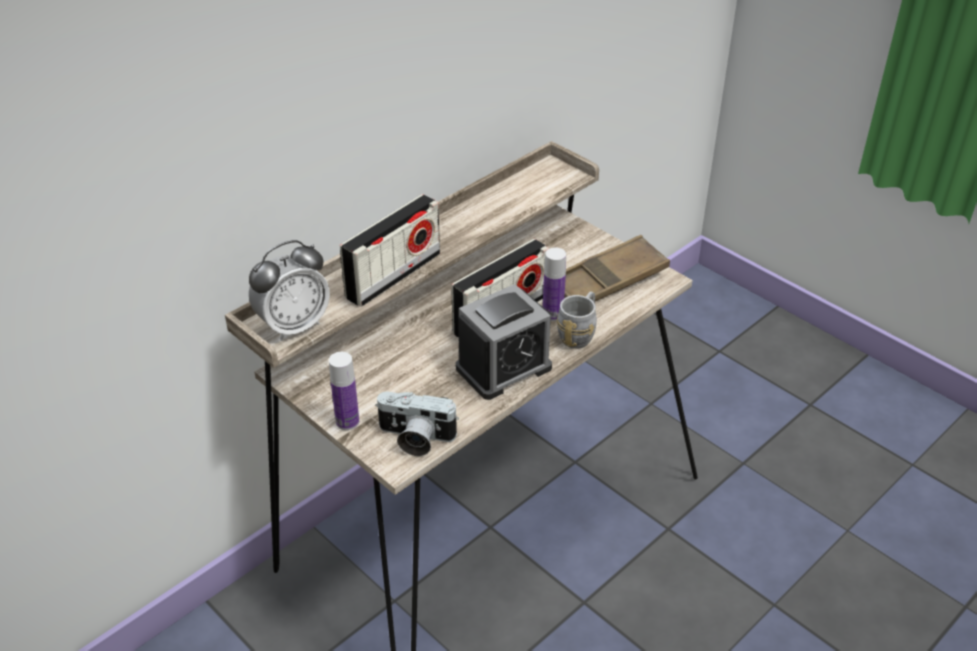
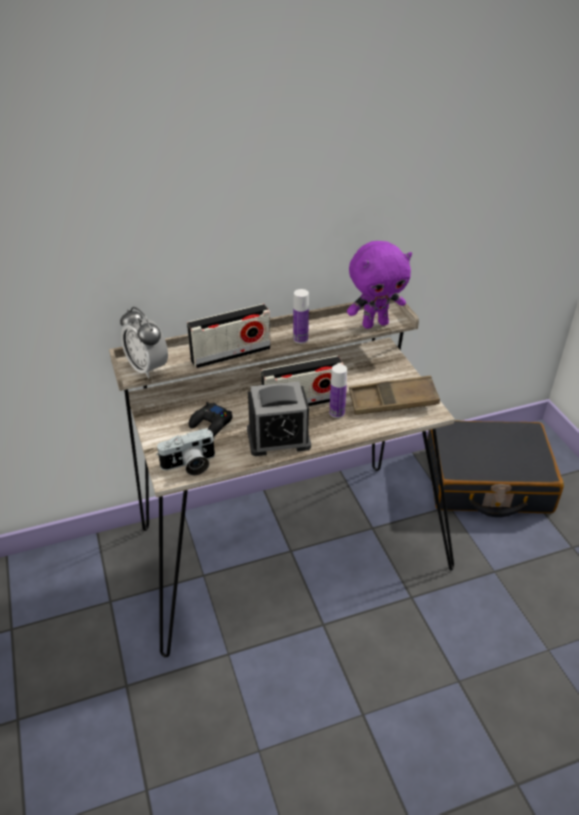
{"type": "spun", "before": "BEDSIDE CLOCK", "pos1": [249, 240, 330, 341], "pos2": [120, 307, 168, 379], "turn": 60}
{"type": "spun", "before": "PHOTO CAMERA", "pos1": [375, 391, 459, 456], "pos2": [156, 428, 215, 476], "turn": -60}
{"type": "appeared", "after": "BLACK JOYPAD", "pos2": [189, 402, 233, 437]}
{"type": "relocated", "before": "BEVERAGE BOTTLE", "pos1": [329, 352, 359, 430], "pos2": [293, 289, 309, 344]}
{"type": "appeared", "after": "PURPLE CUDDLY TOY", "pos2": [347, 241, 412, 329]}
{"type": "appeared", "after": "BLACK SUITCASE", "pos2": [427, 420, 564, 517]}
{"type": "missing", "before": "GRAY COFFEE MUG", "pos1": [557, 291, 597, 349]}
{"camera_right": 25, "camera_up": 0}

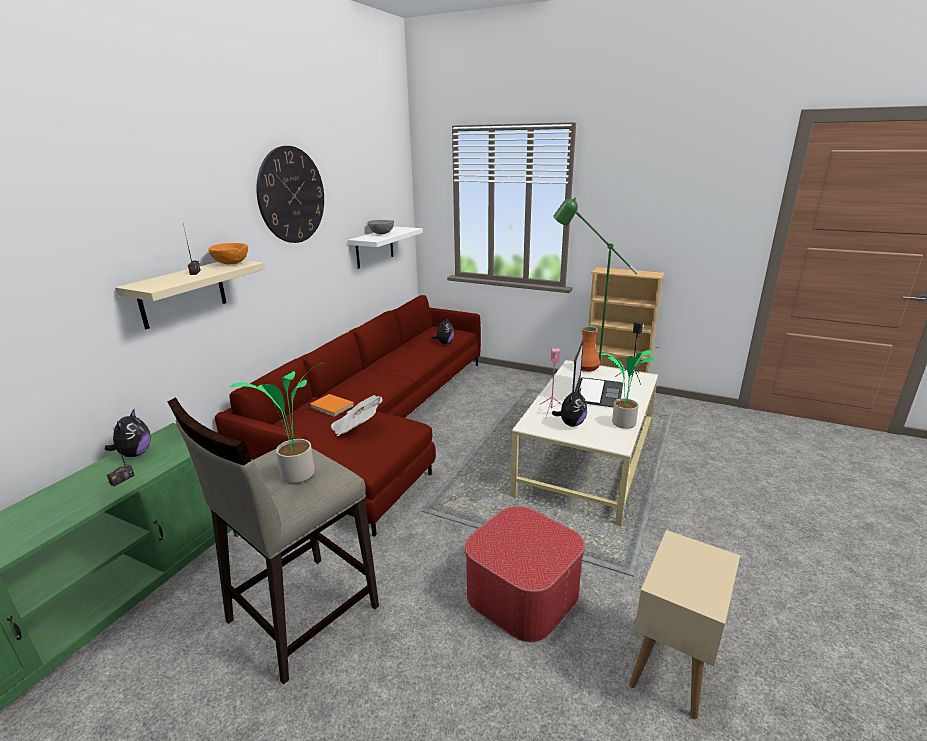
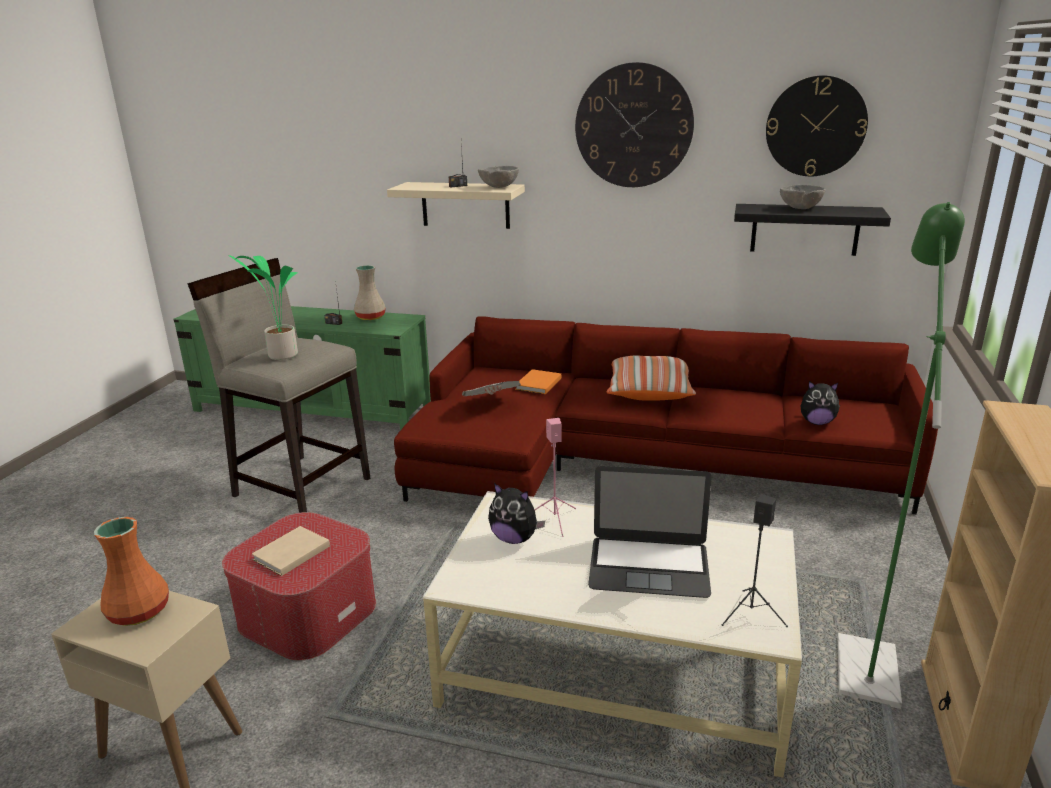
{"type": "relocated", "before": "ORANGE DECORATIVE VASE", "pos1": [574, 326, 600, 372], "pos2": [94, 517, 169, 626]}
{"type": "appeared", "after": "SAND-COLOURED VOLUME", "pos2": [252, 526, 330, 576]}
{"type": "exchanged", "before": "CUDDLY TOY", "after": "SAND-COLOURED DECORATIVE VASE", "pos1": [105, 409, 151, 457], "pos2": [354, 265, 386, 320]}
{"type": "colour", "before": "ORANGE SERVING BOWL", "after": "GRAY SERVING BOWL", "pos1": [208, 243, 248, 264], "pos2": [478, 166, 519, 188]}
{"type": "appeared", "after": "PILLOW", "pos2": [606, 356, 696, 401]}
{"type": "colour", "before": "WHITE-COLOURED WALL SHELF", "after": "BLACK WALL SHELF", "pos1": [348, 227, 423, 269], "pos2": [734, 204, 891, 256]}
{"type": "appeared", "after": "HANGING CLOCK", "pos2": [766, 75, 868, 176]}
{"type": "missing", "before": "HOUSEPLANT", "pos1": [601, 347, 659, 429]}
{"camera_right": 80, "camera_up": 0}

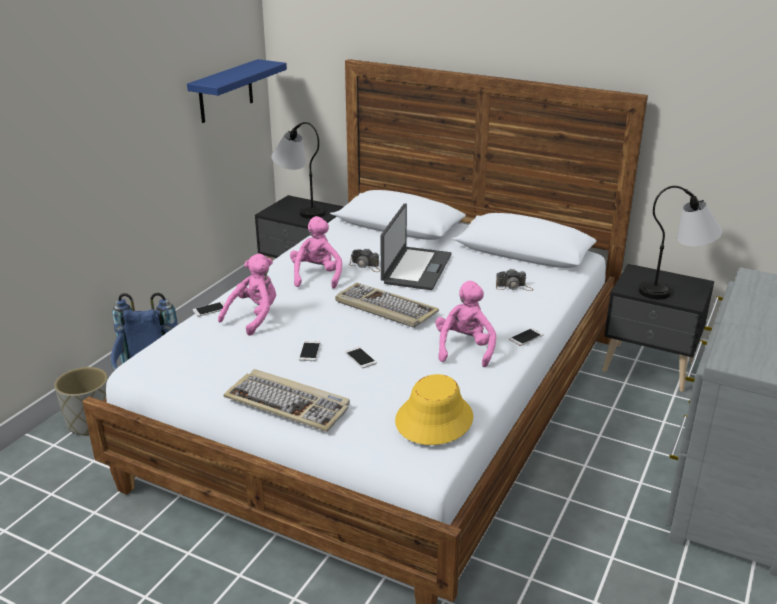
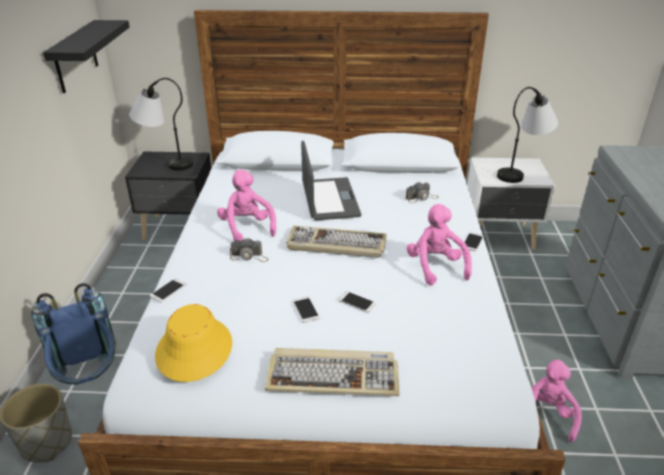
{"type": "colour", "before": "BLUE WALL SHELF", "after": "BLACK WALL SHELF", "pos1": [187, 59, 287, 123], "pos2": [43, 20, 130, 93]}
{"type": "relocated", "before": "YELLOW-COLOURED HAT", "pos1": [395, 374, 473, 445], "pos2": [155, 304, 232, 382]}
{"type": "relocated", "before": "PHOTO CAMERA", "pos1": [349, 248, 380, 272], "pos2": [230, 238, 268, 262]}
{"type": "colour", "before": "BLACK BEDSIDE TABLE", "after": "WHITE-COLOURED BEDSIDE TABLE", "pos1": [602, 264, 714, 392], "pos2": [467, 158, 555, 250]}
{"type": "relocated", "before": "PINK-COLOURED CUDDLY TOY", "pos1": [218, 253, 276, 336], "pos2": [532, 359, 582, 442]}
{"camera_right": -25, "camera_up": 5}

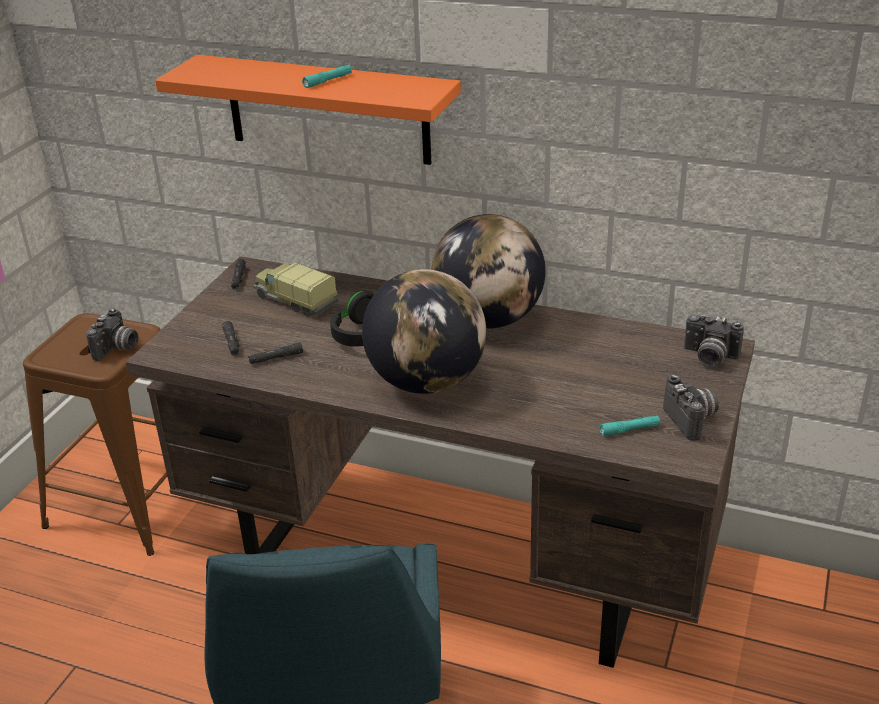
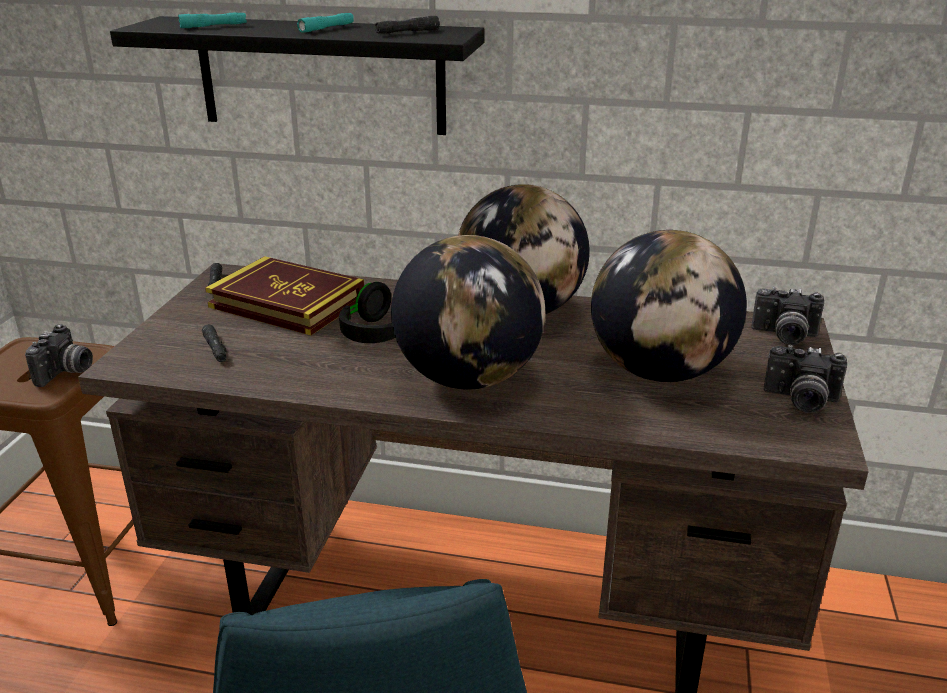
{"type": "colour", "before": "ORANGE WALL SHELF", "after": "BLACK WALL SHELF", "pos1": [155, 55, 461, 165], "pos2": [110, 16, 485, 135]}
{"type": "relocated", "before": "TURQUOISE TORCH", "pos1": [600, 416, 660, 436], "pos2": [178, 13, 247, 28]}
{"type": "exchanged", "before": "TOY TRUCK", "after": "VOLUME", "pos1": [254, 263, 338, 317], "pos2": [205, 256, 364, 335]}
{"type": "relocated", "before": "BLACK TORCH", "pos1": [248, 342, 303, 364], "pos2": [375, 16, 440, 33]}
{"type": "appeared", "after": "GLOBE", "pos2": [591, 230, 747, 382]}
{"type": "spun", "before": "PHOTO CAMERA", "pos1": [663, 374, 719, 441], "pos2": [764, 345, 847, 413], "turn": 135}
{"camera_right": -10, "camera_up": -5}

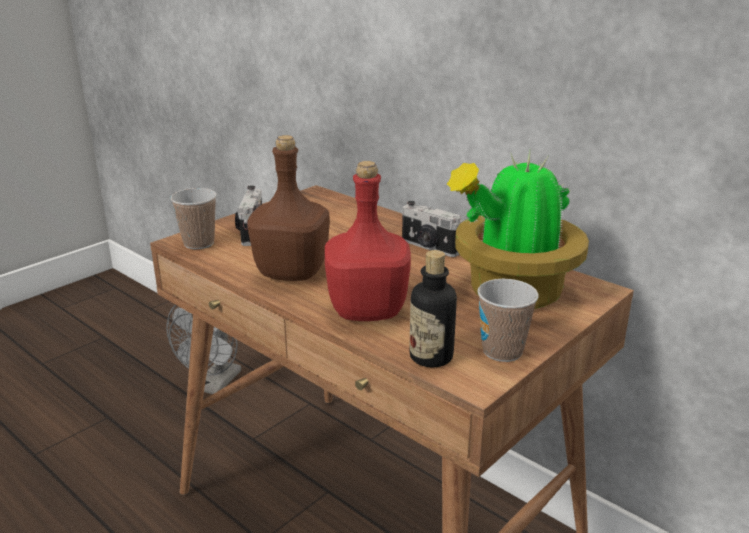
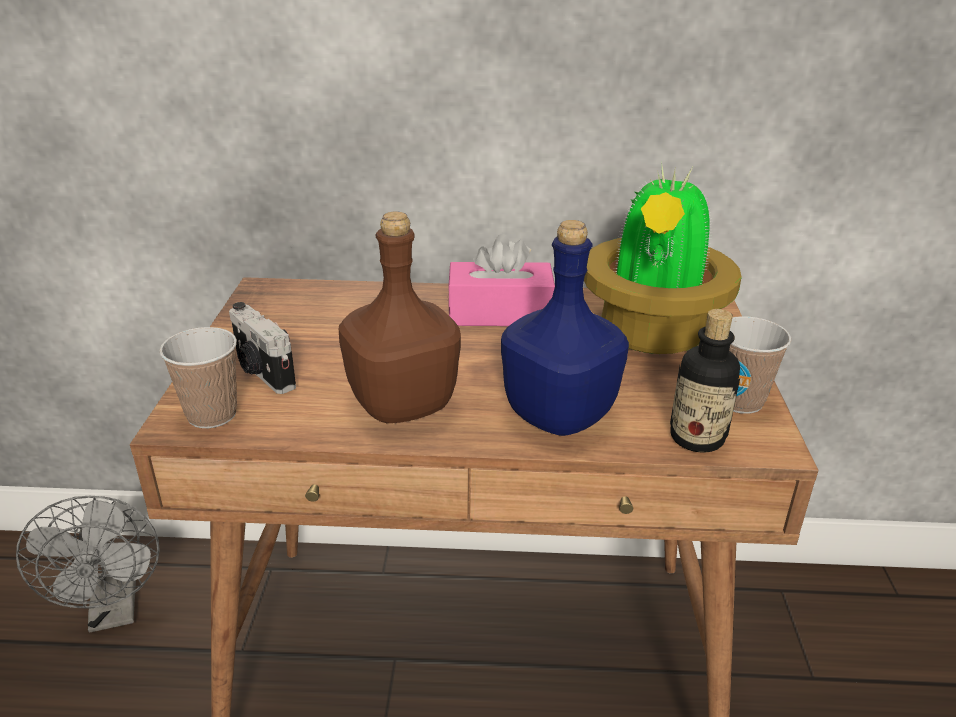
{"type": "exchanged", "before": "PHOTO CAMERA", "after": "PINK-COLOURED TISSUE BOX", "pos1": [402, 201, 462, 257], "pos2": [448, 234, 555, 326]}
{"type": "colour", "before": "REDDISH BEVERAGE BOTTLE", "after": "BLUE BEVERAGE BOTTLE", "pos1": [325, 161, 411, 321], "pos2": [501, 220, 629, 436]}
{"camera_right": -40, "camera_up": 5}

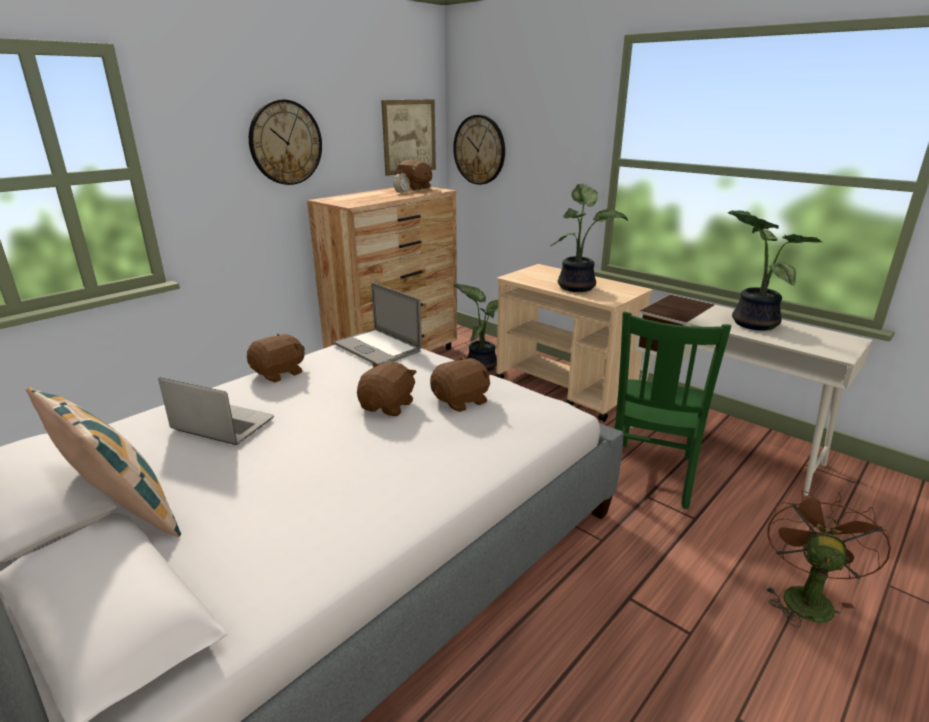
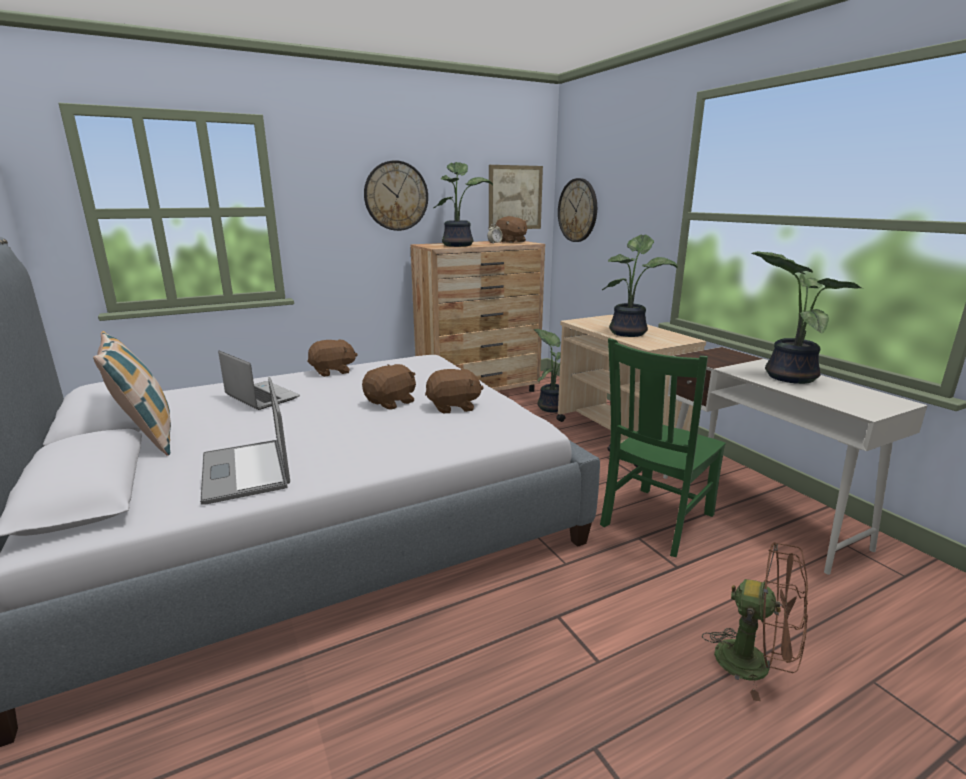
{"type": "relocated", "before": "NOTEBOOK COMPUTER", "pos1": [333, 282, 422, 364], "pos2": [200, 377, 290, 505]}
{"type": "appeared", "after": "HOUSEPLANT", "pos2": [434, 162, 493, 247]}
{"type": "spun", "before": "BROWN-COLOURED FAN", "pos1": [765, 491, 891, 627], "pos2": [702, 542, 808, 701], "turn": 75}
{"camera_right": 20, "camera_up": -5}

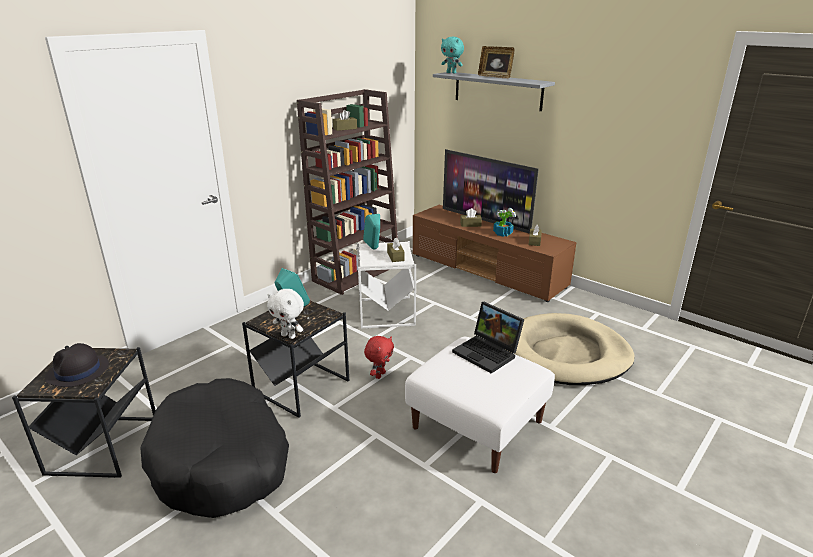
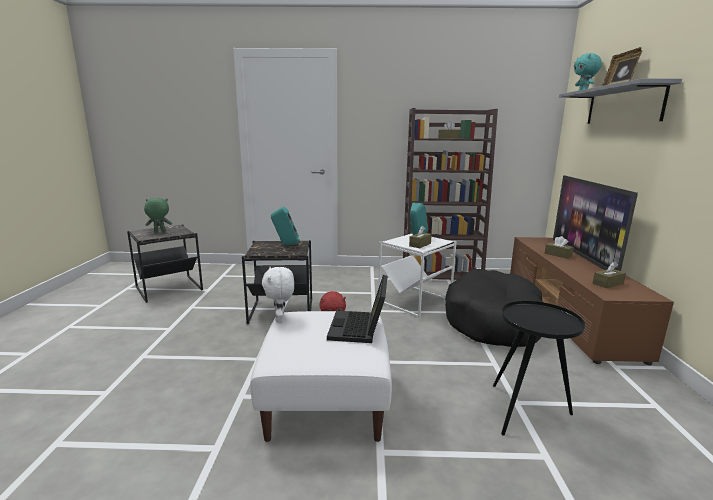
{"type": "exchanged", "before": "BLACK HAT", "after": "GREENISH CUDDLY TOY", "pos1": [45, 343, 109, 387], "pos2": [144, 197, 172, 232]}
{"type": "relocated", "before": "WHITE-COLOURED CUDDLY TOY", "pos1": [267, 289, 304, 339], "pos2": [262, 267, 294, 322]}
{"type": "relocated", "before": "BLACK DOG CUSHION", "pos1": [140, 378, 289, 518], "pos2": [445, 269, 543, 347]}
{"type": "exchanged", "before": "SAND-COLOURED DOG CUSHION", "after": "BLACK SIDE TABLE", "pos1": [504, 313, 634, 385], "pos2": [493, 301, 585, 436]}
{"type": "missing", "before": "HOUSEPLANT", "pos1": [493, 208, 516, 237]}
{"camera_right": 50, "camera_up": -10}

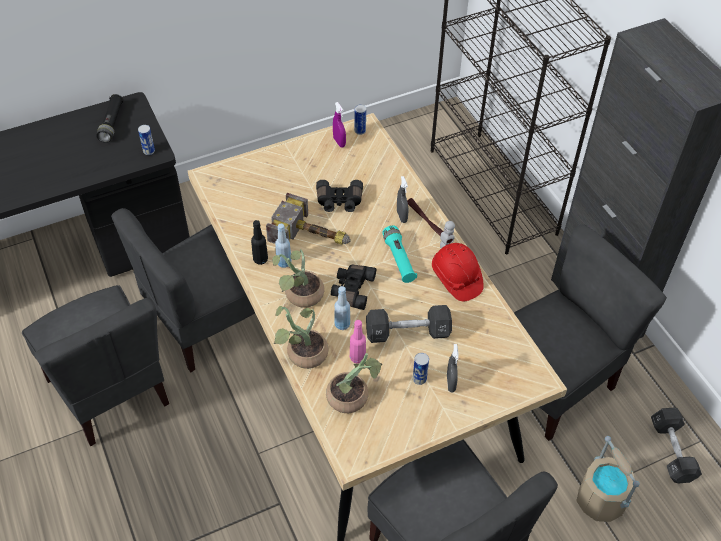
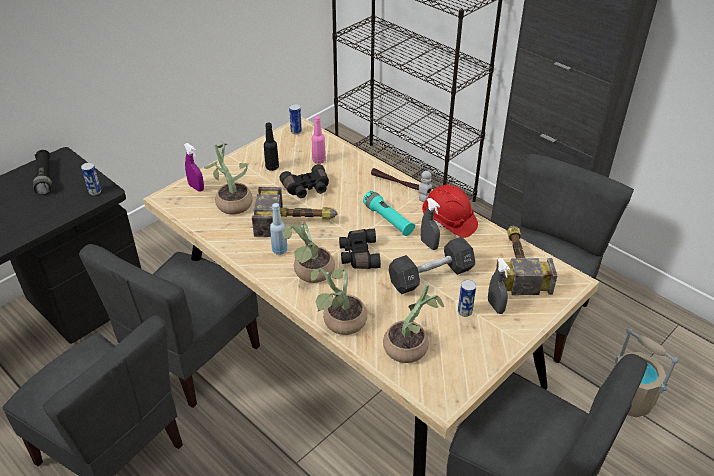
{"type": "relocated", "before": "PURPLE HAND SPRAYER", "pos1": [333, 102, 346, 147], "pos2": [184, 143, 204, 192]}
{"type": "appeared", "after": "HOUSEPLANT", "pos2": [204, 141, 253, 214]}
{"type": "relocated", "before": "BLACK BEVERAGE BOTTLE", "pos1": [251, 220, 268, 265], "pos2": [264, 122, 279, 171]}
{"type": "relocated", "before": "PINK-COLOURED BEVERAGE BOTTLE", "pos1": [350, 320, 366, 364], "pos2": [311, 116, 326, 164]}
{"type": "relocated", "before": "GRAY HAND SPRAYER", "pos1": [397, 176, 408, 223], "pos2": [421, 198, 440, 250]}
{"type": "appeared", "after": "TOOL HAMMER", "pos2": [496, 226, 557, 295]}
{"type": "missing", "before": "BLUE BEVERAGE BOTTLE", "pos1": [335, 286, 350, 330]}
{"type": "missing", "before": "BLACK HAND WEIGHT", "pos1": [651, 408, 702, 483]}
{"camera_right": -20, "camera_up": -10}

